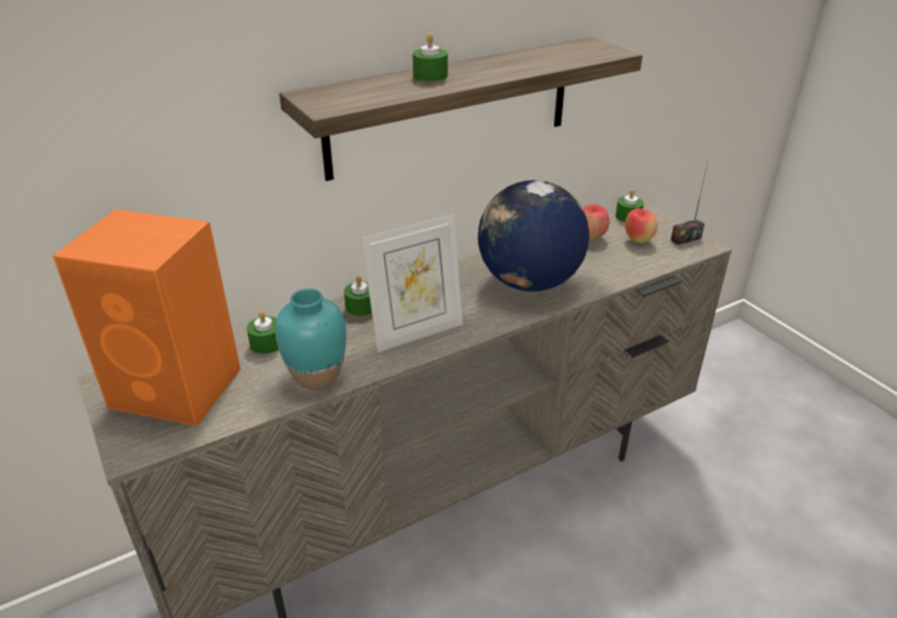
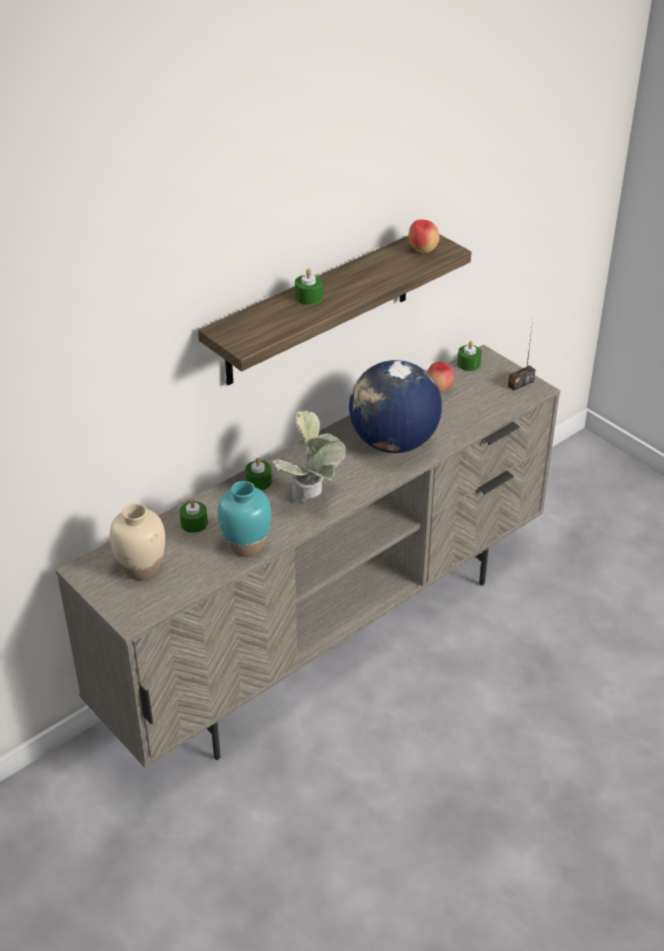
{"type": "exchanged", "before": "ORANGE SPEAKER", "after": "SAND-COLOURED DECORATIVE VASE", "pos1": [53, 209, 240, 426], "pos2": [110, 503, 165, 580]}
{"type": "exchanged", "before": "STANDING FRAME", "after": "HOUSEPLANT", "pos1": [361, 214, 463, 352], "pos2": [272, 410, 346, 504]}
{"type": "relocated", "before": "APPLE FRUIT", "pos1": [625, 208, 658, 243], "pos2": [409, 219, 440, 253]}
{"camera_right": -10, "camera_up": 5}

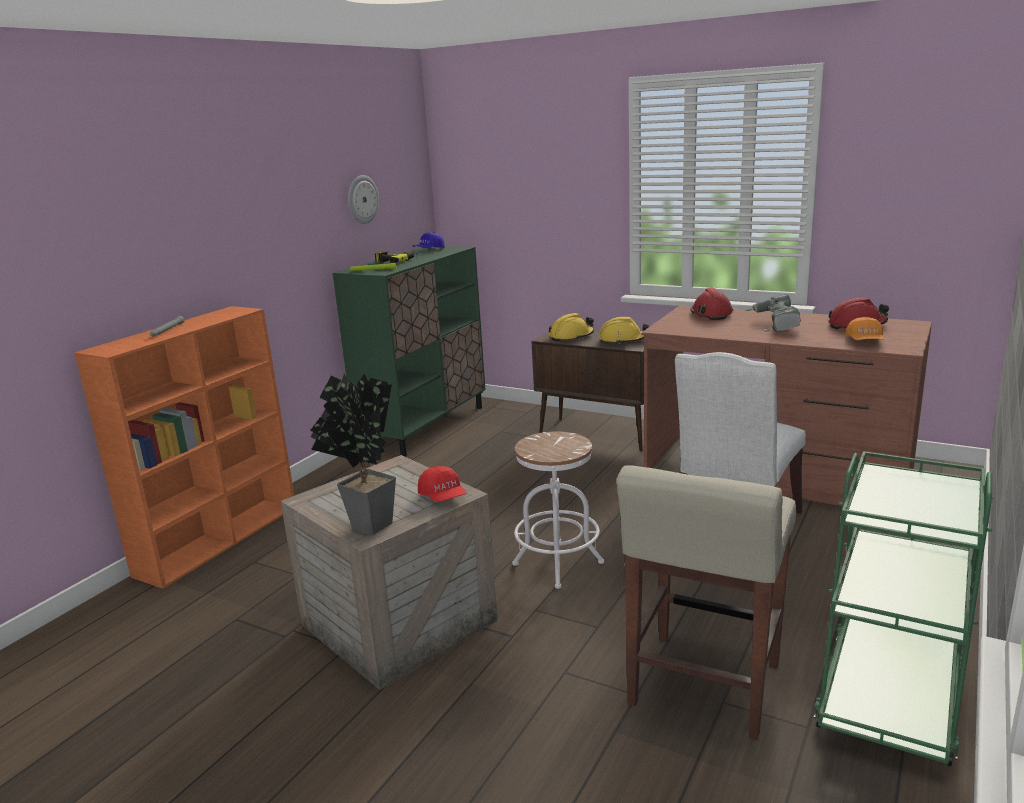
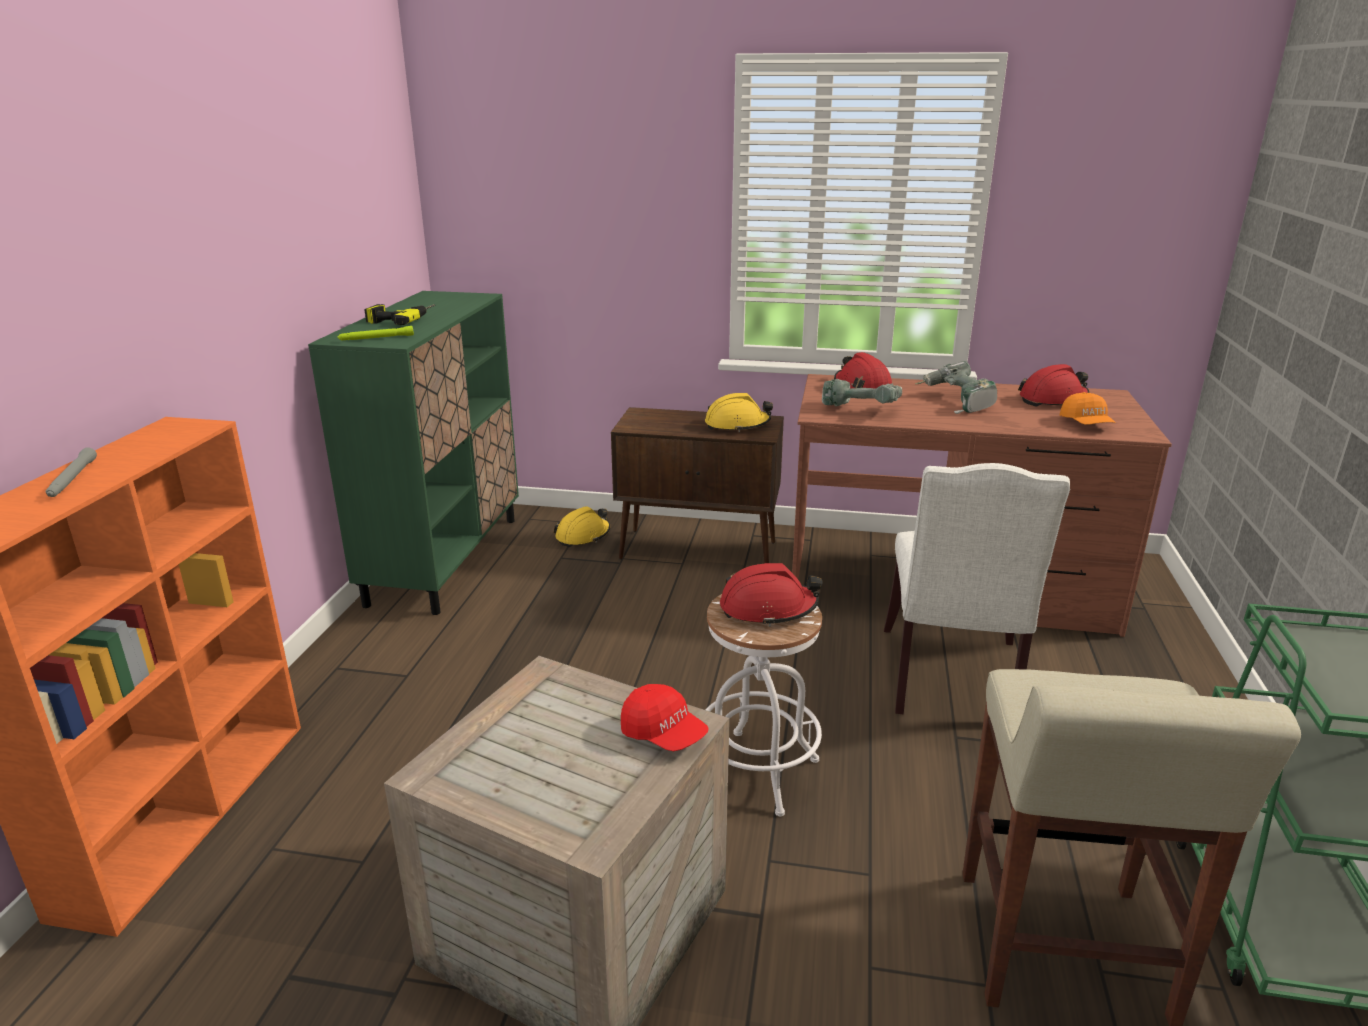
{"type": "relocated", "before": "YELLOW-COLOURED SAFETY HELMET", "pos1": [549, 313, 594, 342], "pos2": [554, 506, 610, 547]}
{"type": "appeared", "after": "REDDISH SAFETY HELMET", "pos2": [720, 563, 822, 627]}
{"type": "appeared", "after": "POWER DRILL", "pos2": [822, 379, 902, 406]}
{"type": "missing", "before": "HOUSEPLANT", "pos1": [310, 373, 396, 535]}
{"type": "missing", "before": "HANGING CLOCK", "pos1": [348, 175, 379, 224]}
{"type": "missing", "before": "BLUE BASEBALL CAP", "pos1": [412, 232, 445, 248]}
{"camera_right": -20, "camera_up": 5}

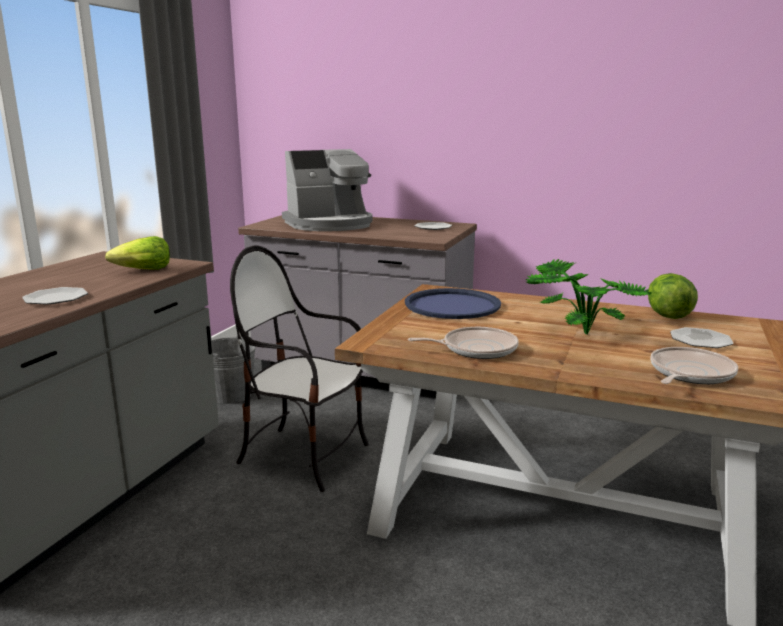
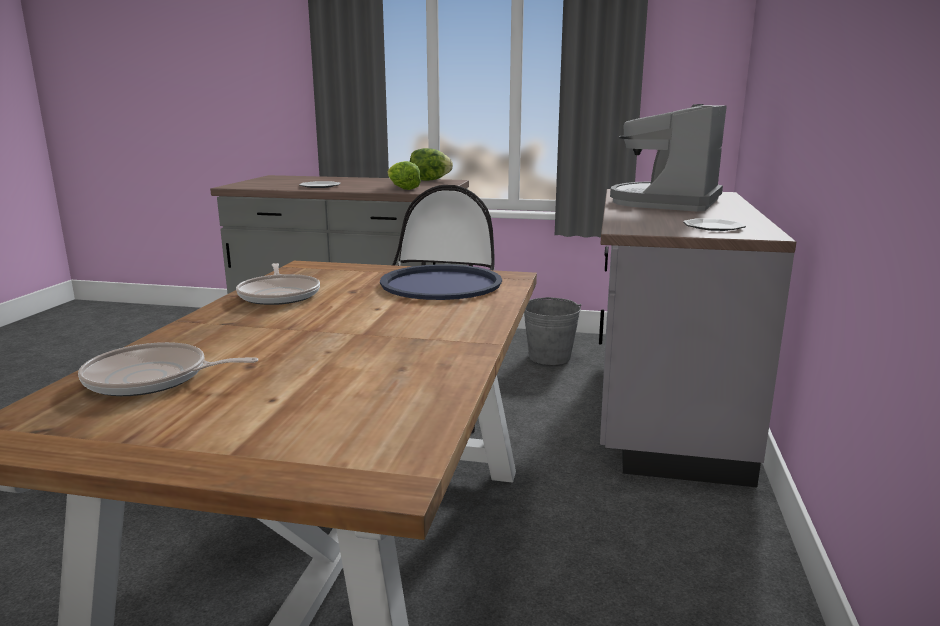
{"type": "spun", "before": "SKILLET", "pos1": [650, 347, 738, 384], "pos2": [78, 342, 258, 396], "turn": 150}
{"type": "relocated", "before": "LETTUCE", "pos1": [648, 273, 698, 319], "pos2": [410, 148, 453, 181]}
{"type": "spun", "before": "COFFEE MACHINE", "pos1": [282, 149, 372, 231], "pos2": [610, 104, 727, 212], "turn": 60}
{"type": "missing", "before": "HOUSEPLANT", "pos1": [525, 259, 652, 335]}
{"type": "missing", "before": "FLAT DISH", "pos1": [670, 327, 733, 348]}
{"camera_right": 80, "camera_up": 0}

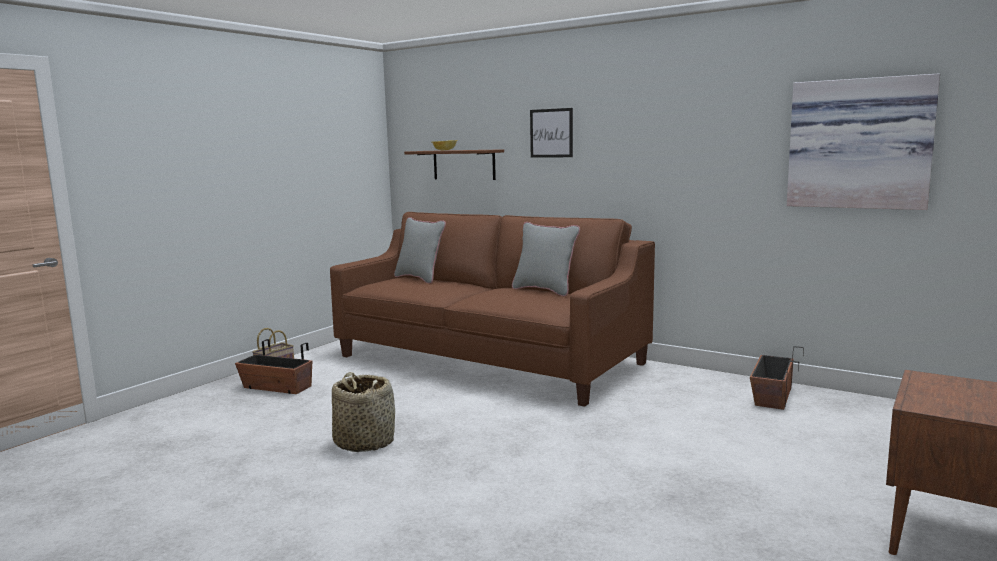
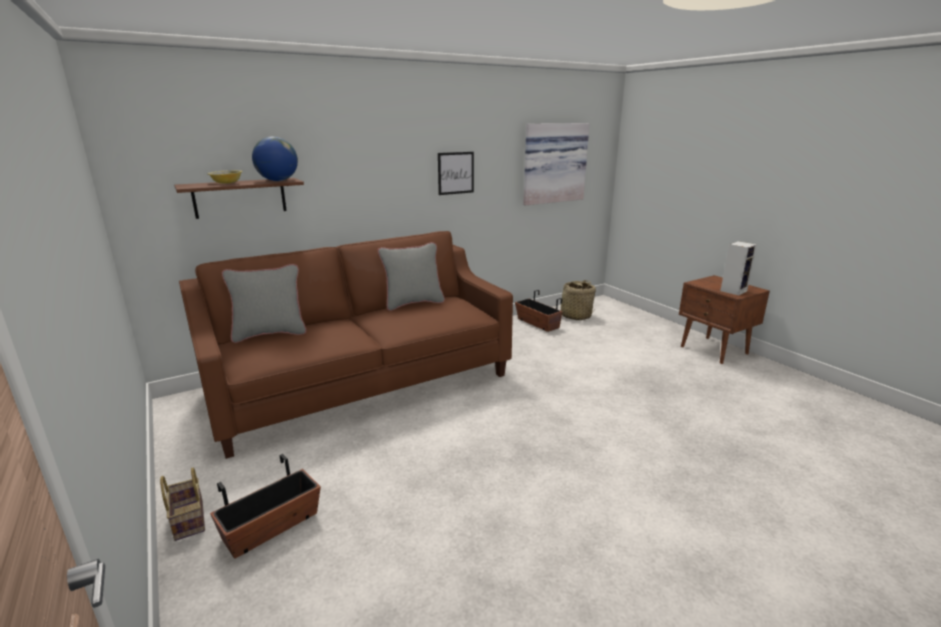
{"type": "appeared", "after": "GLOBE", "pos2": [252, 137, 298, 181]}
{"type": "relocated", "before": "WALL PICTURE", "pos1": [530, 108, 573, 158], "pos2": [438, 152, 474, 195]}
{"type": "relocated", "before": "HOUSEHOLD BASKET", "pos1": [332, 372, 395, 452], "pos2": [554, 280, 596, 320]}
{"type": "appeared", "after": "SPEAKER", "pos2": [720, 241, 757, 296]}
{"camera_right": -65, "camera_up": 10}

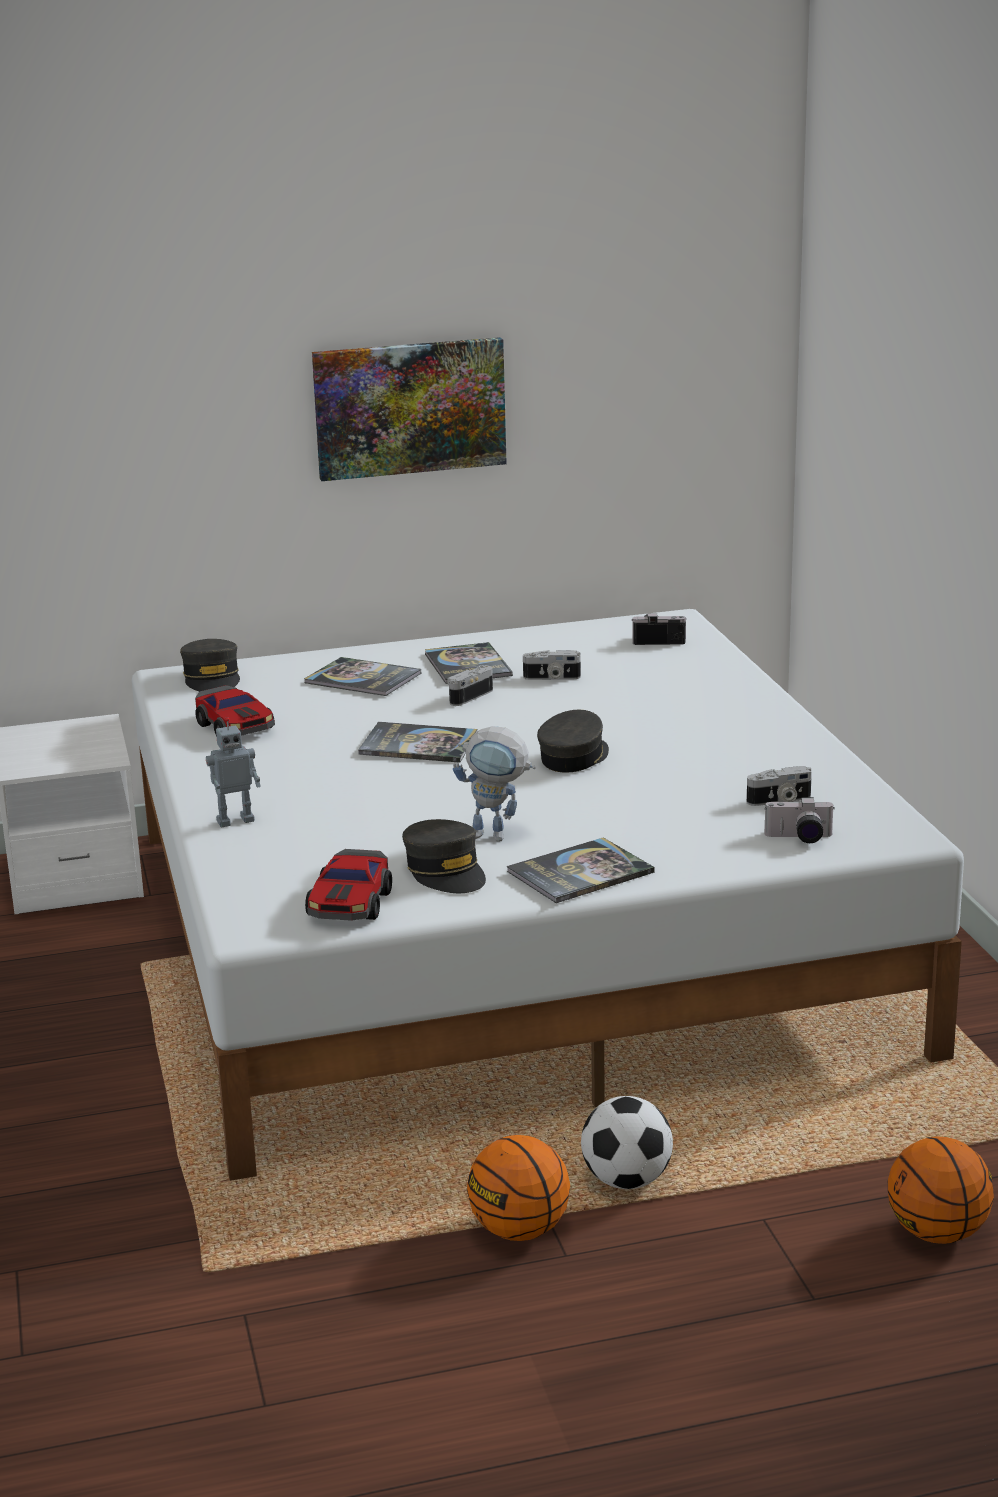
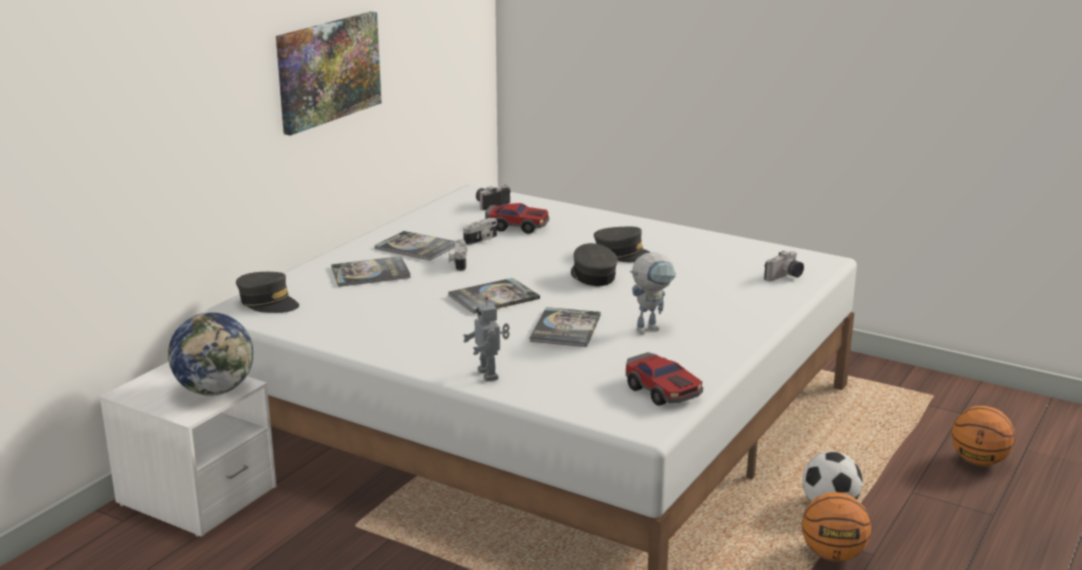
{"type": "appeared", "after": "GLOBE", "pos2": [167, 312, 254, 396]}
{"type": "spun", "before": "MODEL ROBOT", "pos1": [206, 717, 261, 828], "pos2": [463, 296, 510, 382], "turn": 135}
{"type": "relocated", "before": "MODEL CAR", "pos1": [195, 685, 275, 735], "pos2": [485, 203, 549, 234]}
{"type": "relocated", "before": "VOLUME", "pos1": [506, 838, 655, 903], "pos2": [529, 307, 601, 347]}
{"type": "relocated", "before": "GRAY BASEBALL CAP", "pos1": [402, 819, 486, 893], "pos2": [594, 227, 650, 262]}
{"type": "missing", "before": "PHOTO CAMERA", "pos1": [747, 766, 812, 806]}
{"camera_right": -45, "camera_up": 0}

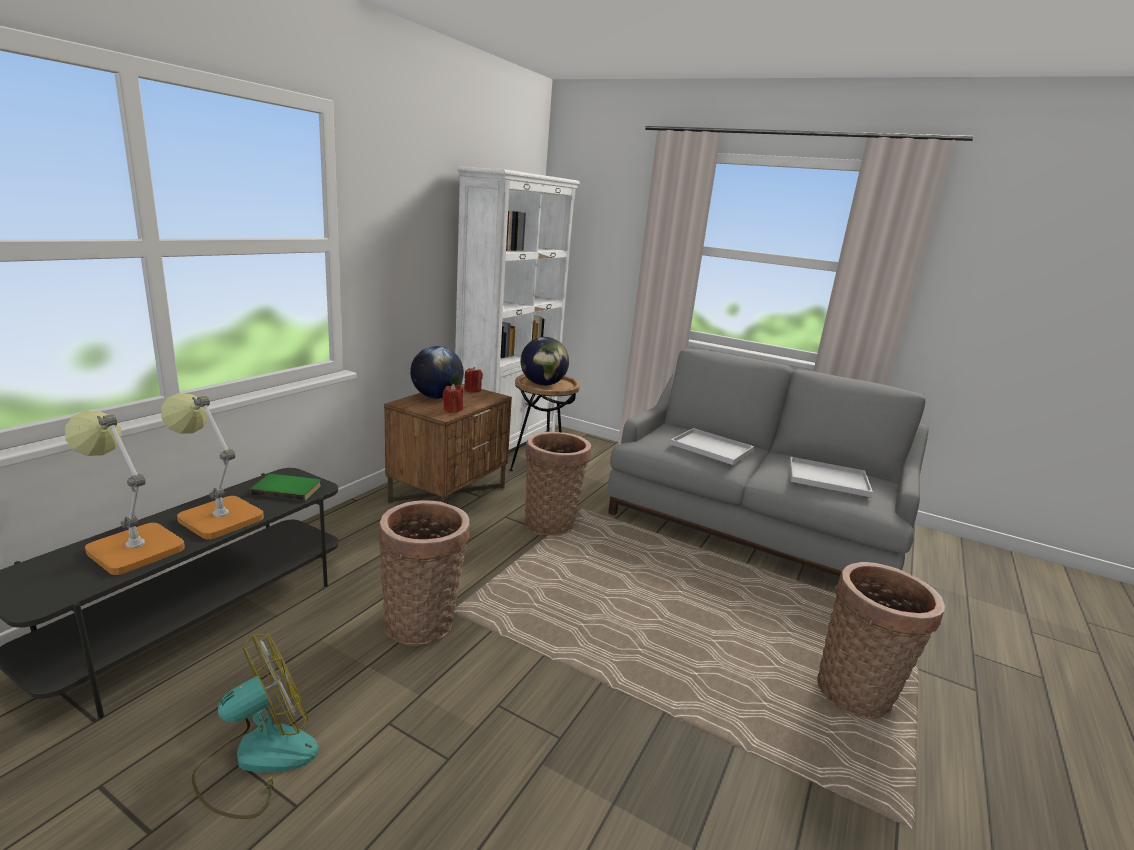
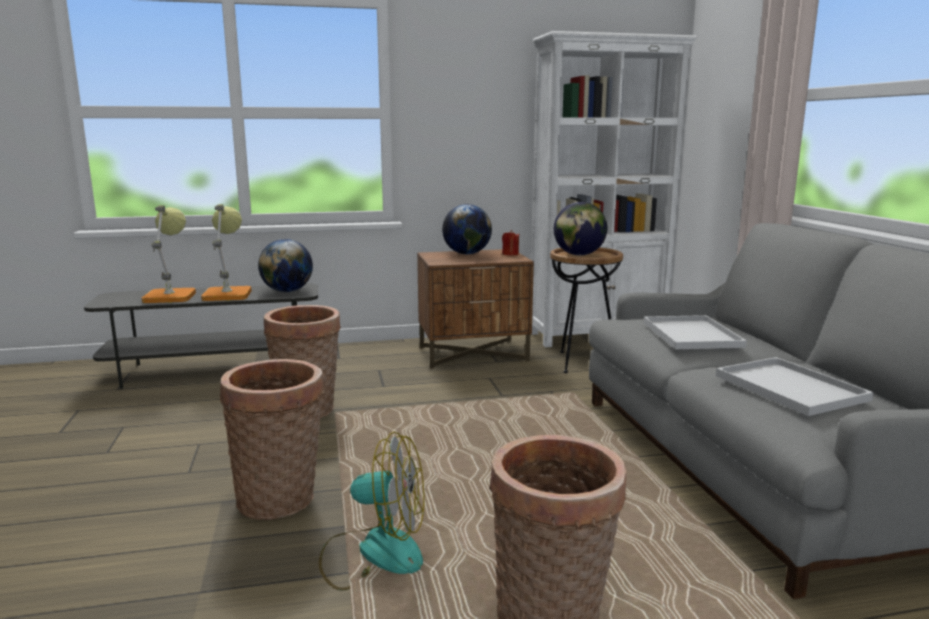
{"type": "relocated", "before": "HOUSEHOLD BASKET", "pos1": [525, 432, 591, 536], "pos2": [220, 359, 324, 520]}
{"type": "exchanged", "before": "GREENISH VOLUME", "after": "GLOBE", "pos1": [250, 474, 321, 501], "pos2": [258, 239, 313, 292]}
{"type": "relocated", "before": "FAN", "pos1": [192, 634, 319, 819], "pos2": [319, 432, 424, 591]}
{"type": "missing", "before": "REDDISH CANDLE", "pos1": [443, 383, 463, 413]}
{"camera_right": 50, "camera_up": -5}

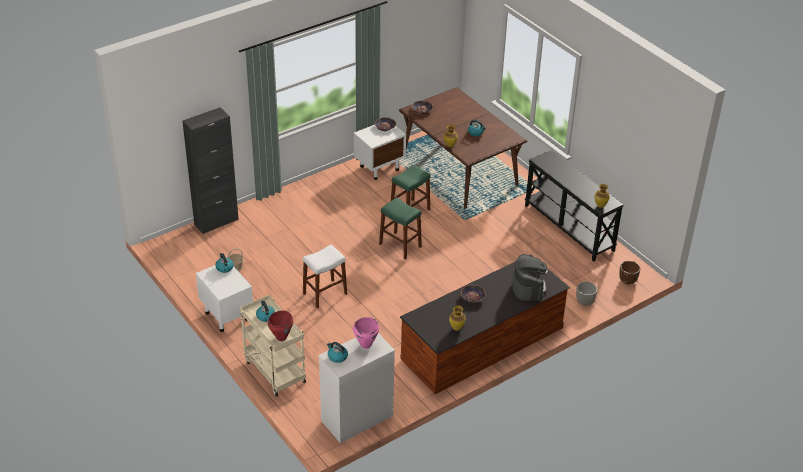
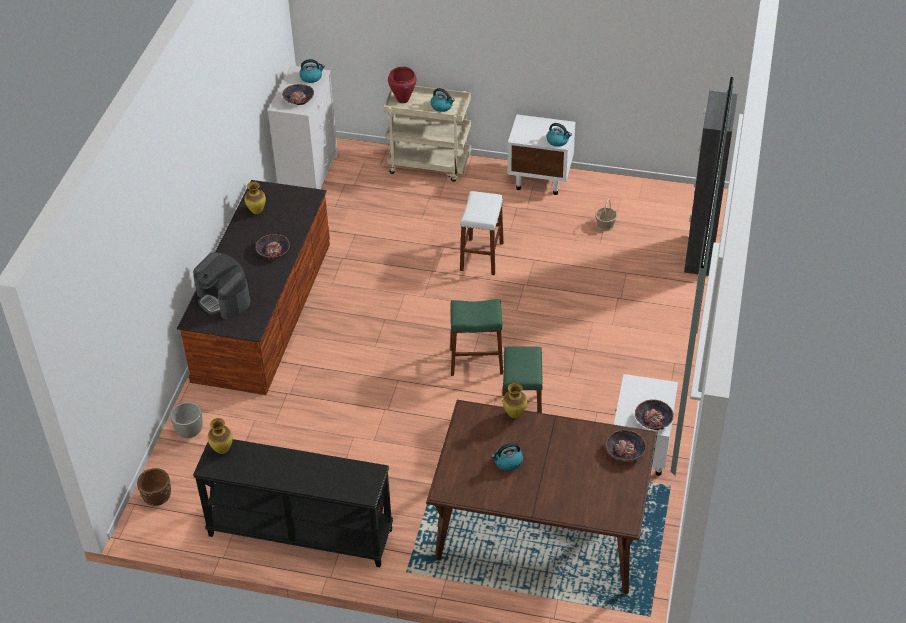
{"type": "exchanged", "before": "PINK-COLOURED COOKING POT", "after": "SERVING BOWL", "pos1": [353, 317, 379, 349], "pos2": [282, 84, 314, 105]}
{"camera_right": 140, "camera_up": 5}

